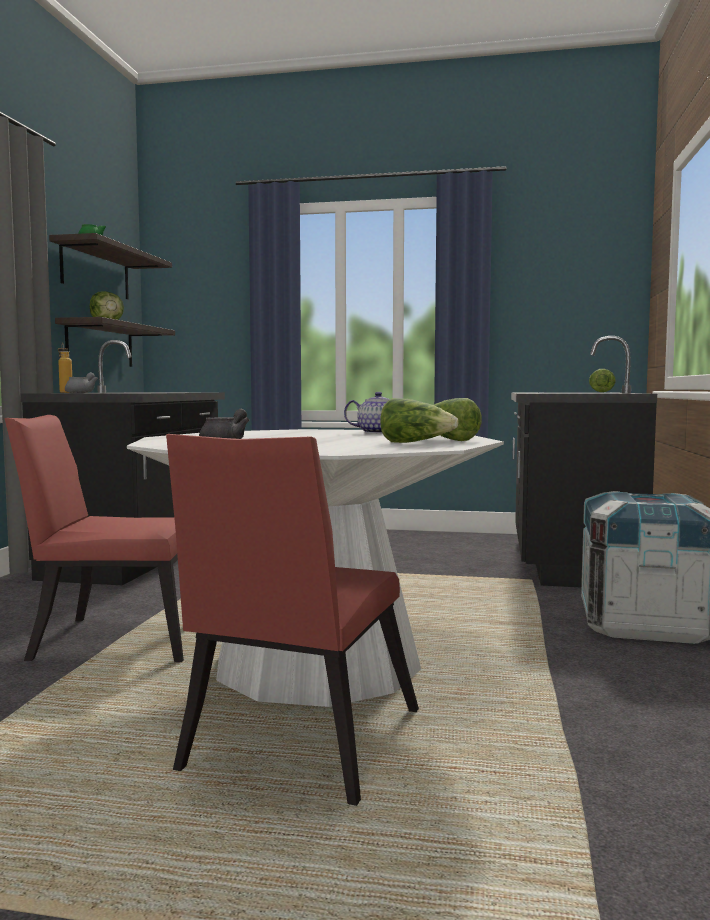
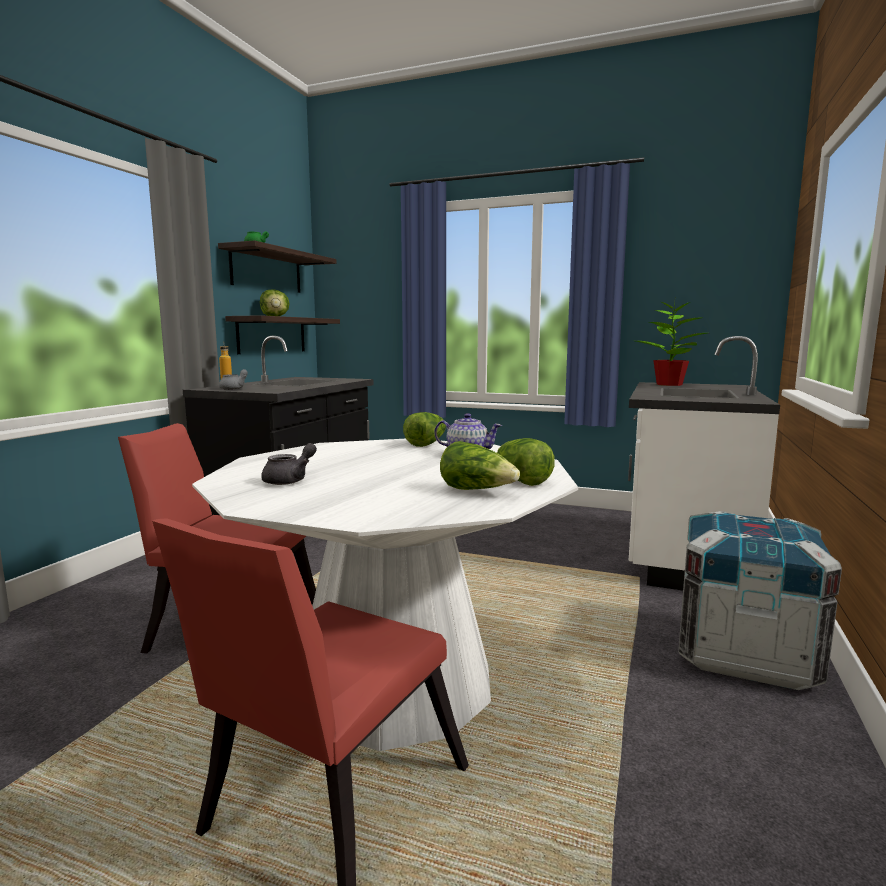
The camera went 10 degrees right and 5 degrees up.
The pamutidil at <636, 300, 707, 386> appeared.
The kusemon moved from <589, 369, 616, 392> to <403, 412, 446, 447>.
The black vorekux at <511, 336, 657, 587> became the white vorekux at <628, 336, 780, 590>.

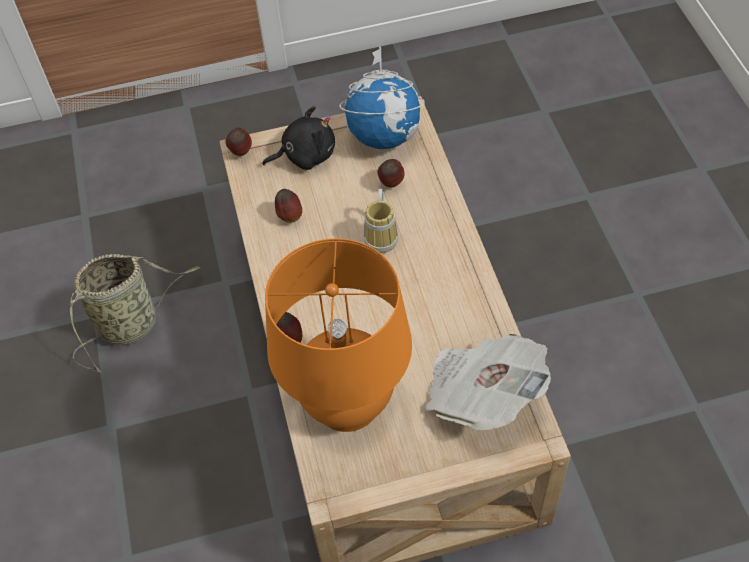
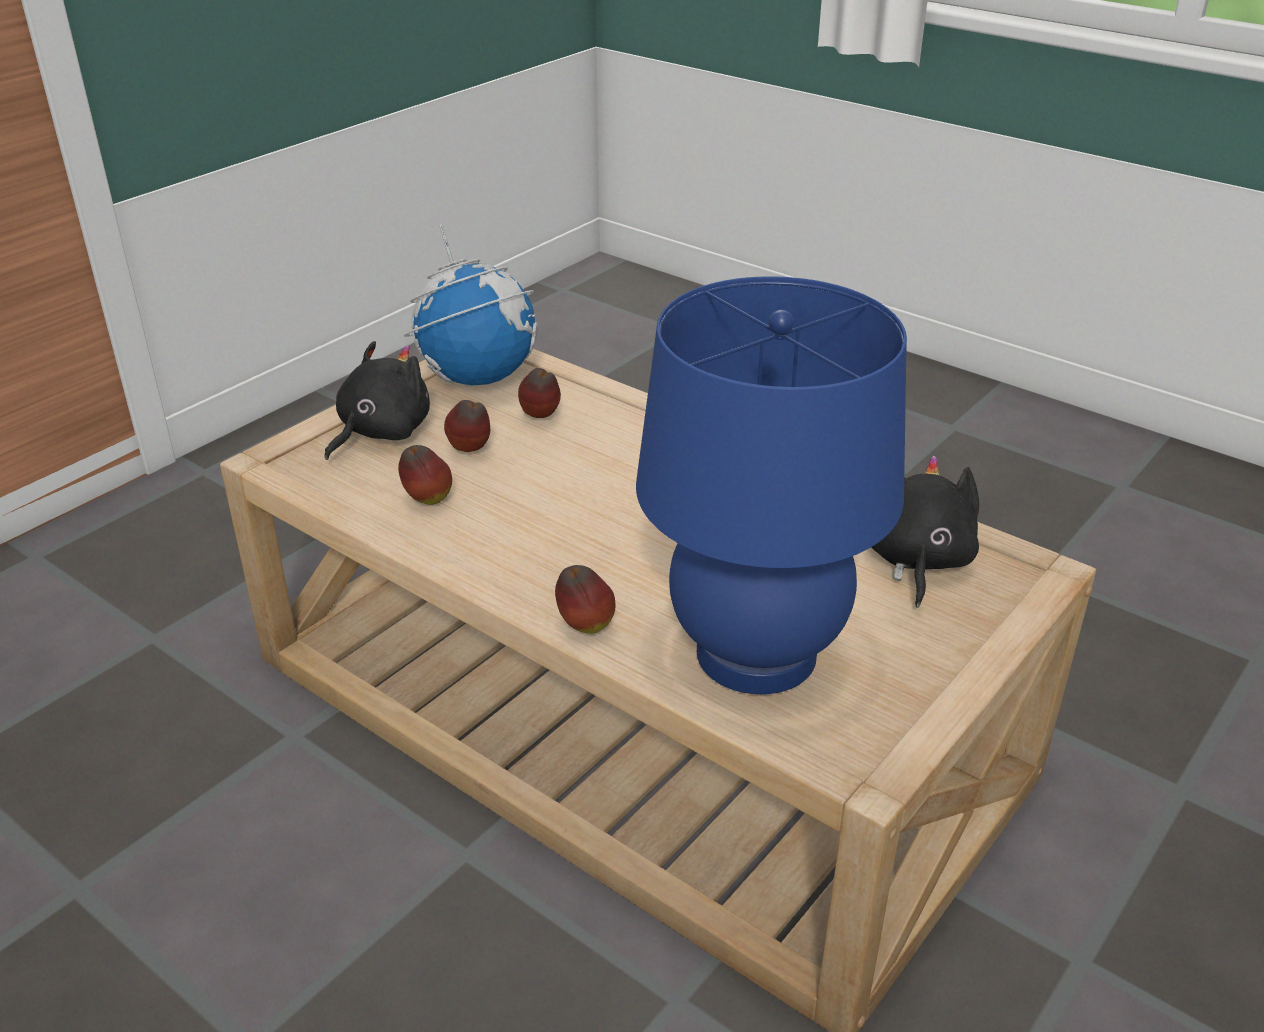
The camera went 40 degrees left and 20 degrees down.
The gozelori at <70, 254, 201, 372> disappeared.
The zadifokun at <364, 189, 398, 253> disappeared.
The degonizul moved from <226, 127, 252, 156> to <444, 400, 490, 452>.
The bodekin at <425, 334, 551, 430> was replaced by the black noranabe at <872, 456, 979, 608>.
The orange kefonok at <265, 238, 412, 432> became the blue kefonok at <636, 276, 907, 694>.

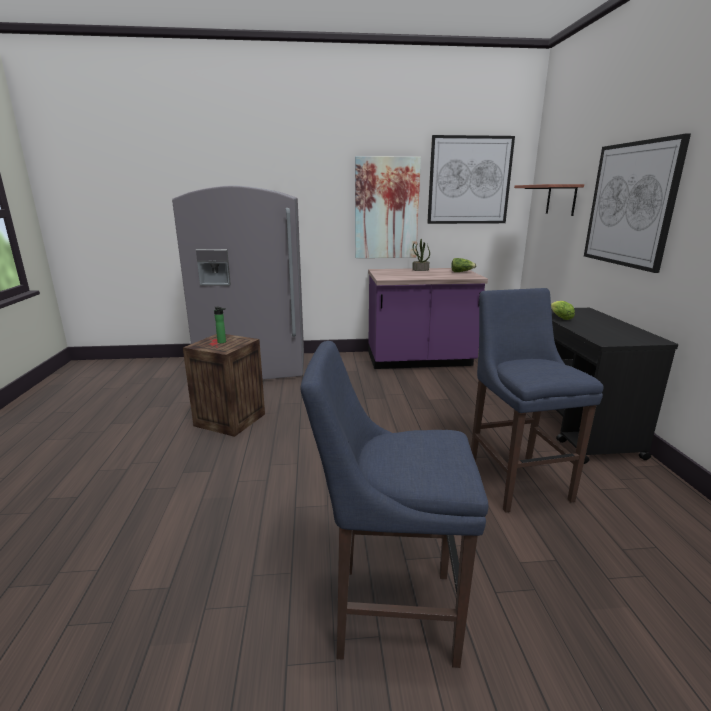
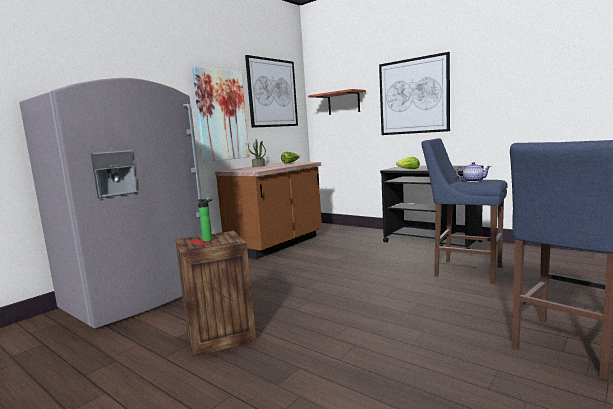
The camera went 45 degrees left and 10 degrees down.
The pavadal at <456, 162, 491, 182> appeared.
The purple vorekux at <368, 268, 488, 369> became the brown vorekux at <215, 162, 322, 259>.

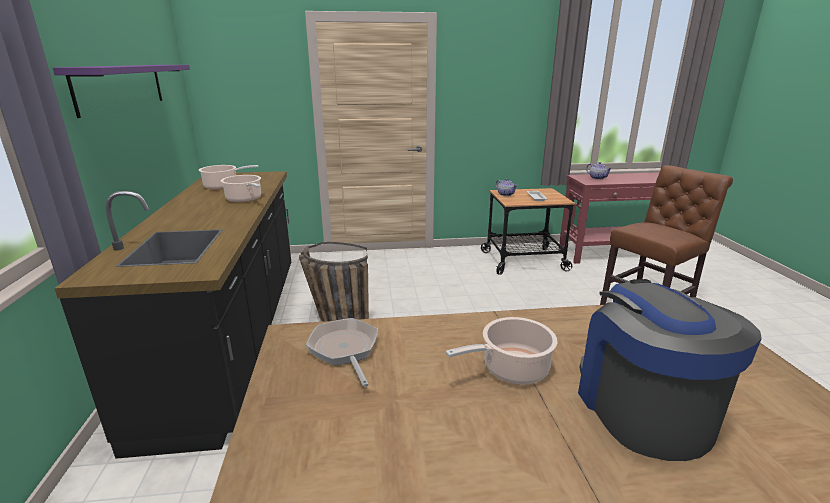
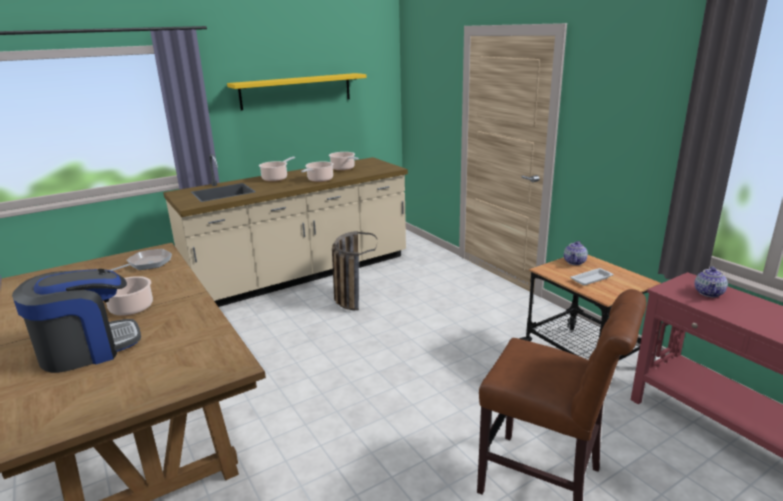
The camera went 65 degrees right and 0 degrees up.
The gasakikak at <259, 157, 295, 182> appeared.
The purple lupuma at <53, 65, 190, 118> became the yellow lupuma at <227, 73, 367, 110>.
The black vorekux at <54, 171, 291, 459> became the beige vorekux at <163, 154, 408, 307>.

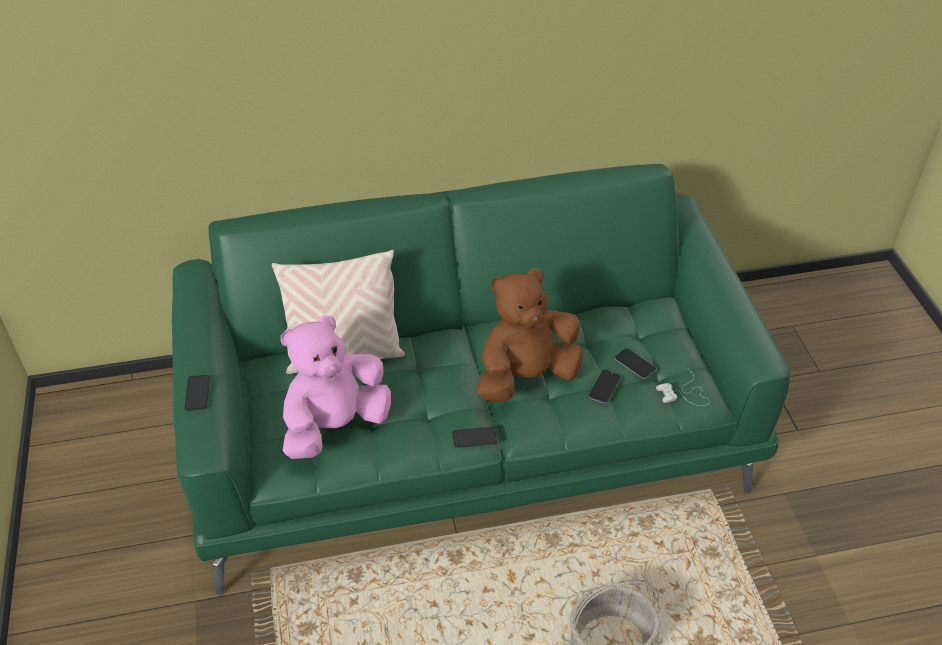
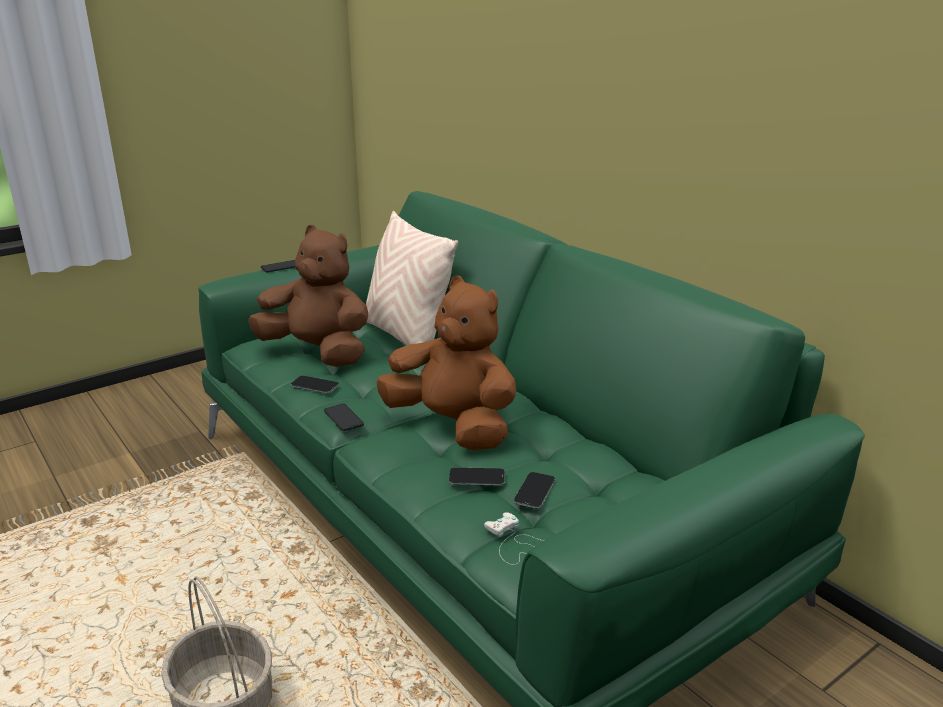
The camera went 65 degrees right and 20 degrees down.
The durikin at <291, 376, 339, 393> appeared.
The pink noranabe at <280, 315, 391, 459> became the brown noranabe at <248, 225, 368, 367>.

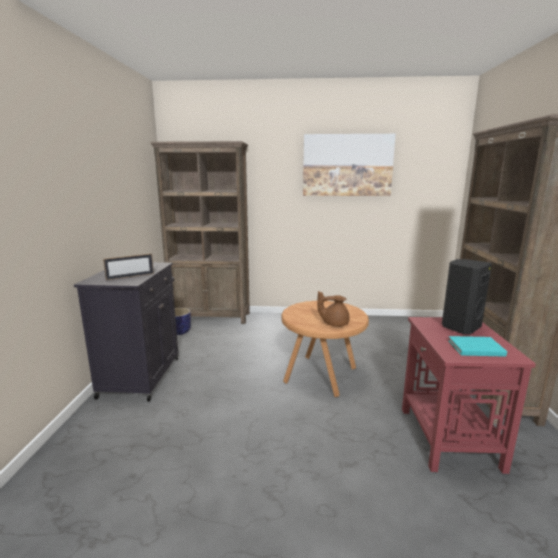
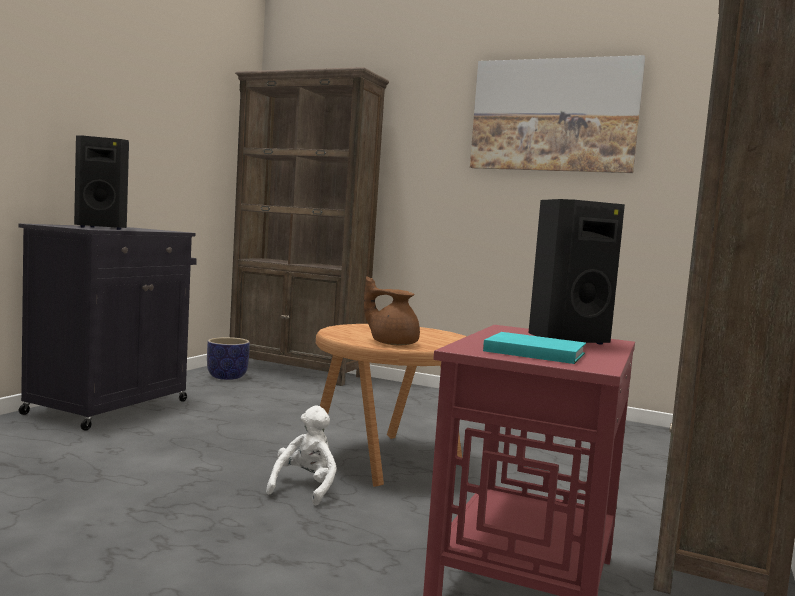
The camera went 20 degrees right and 10 degrees down.
The white noranabe at <266, 405, 337, 505> appeared.
The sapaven at <103, 254, 154, 280> was replaced by the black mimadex at <74, 135, 129, 230>.

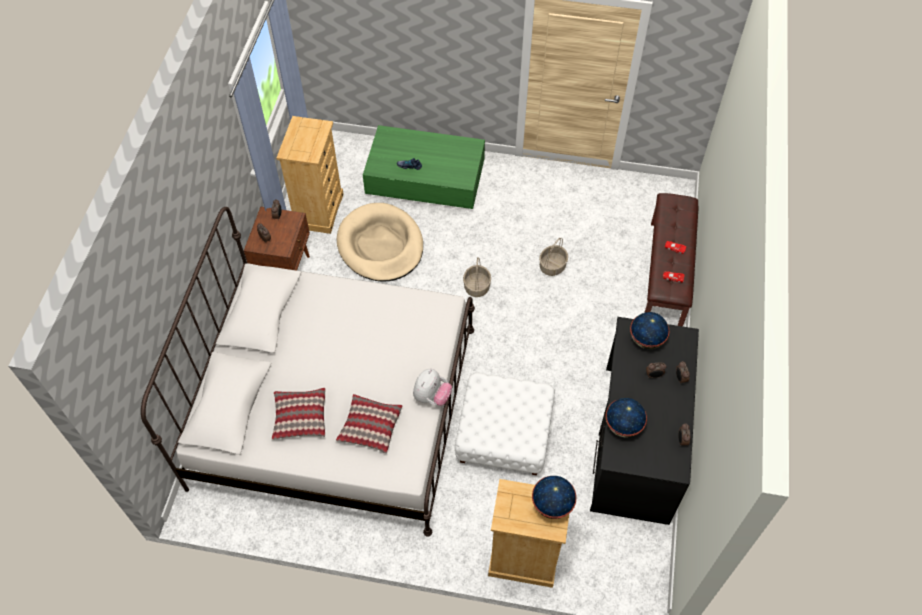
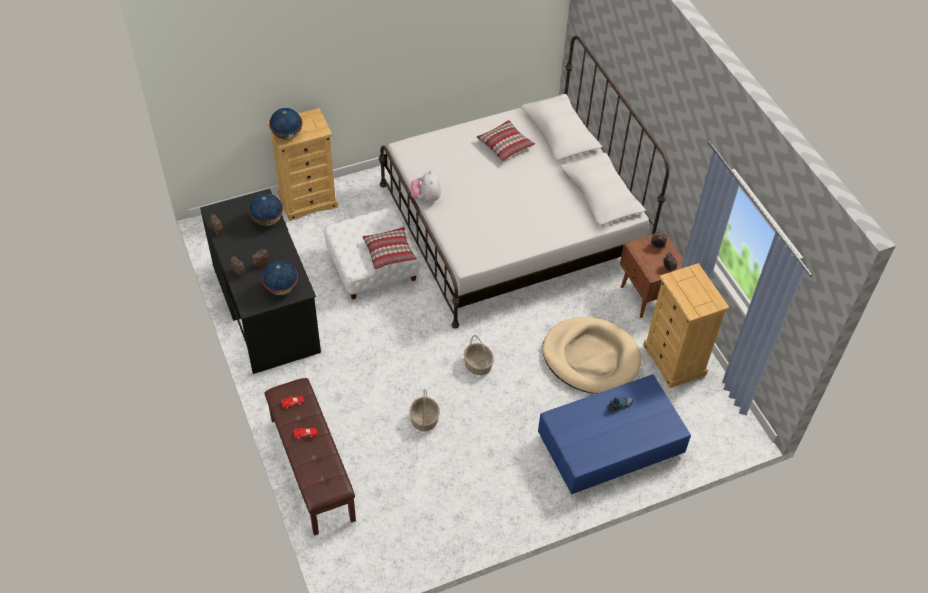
The camera went 145 degrees right and 5 degrees down.
The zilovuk moved from <336, 394, 402, 454> to <363, 227, 417, 270>.
The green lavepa at <363, 125, 485, 209> became the blue lavepa at <538, 374, 691, 494>.

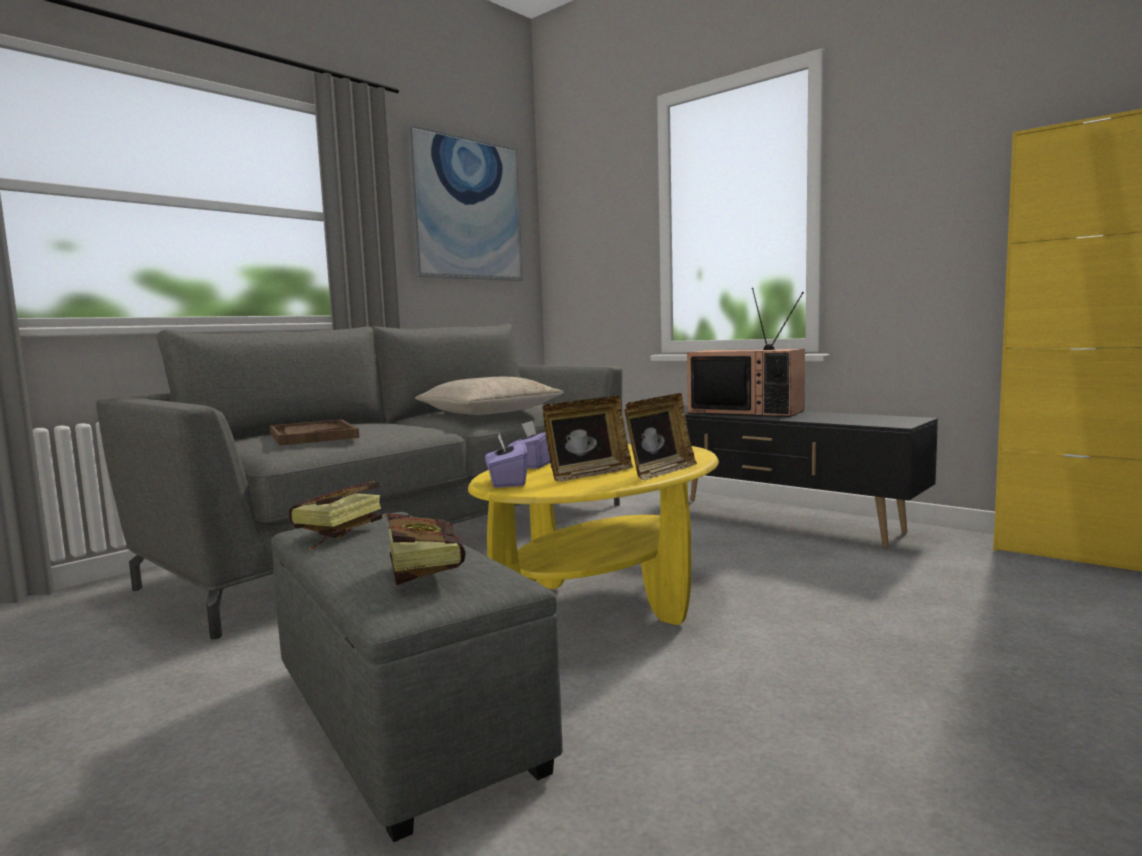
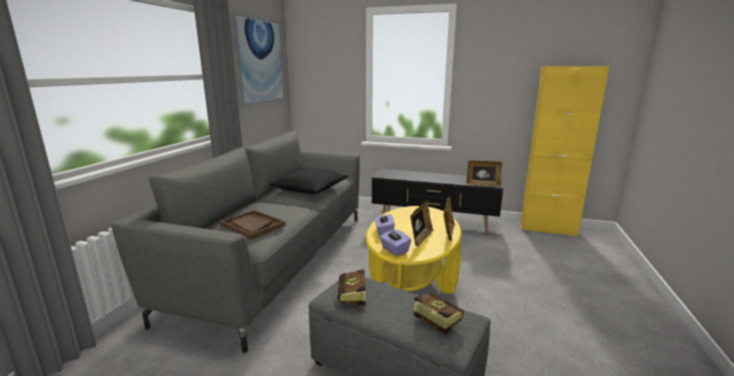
The camera went 25 degrees left and 10 degrees up.
The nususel at <687, 288, 805, 417> disappeared.
The sapaven at <467, 160, 502, 187> appeared.
The beige zilovuk at <415, 377, 564, 415> became the black zilovuk at <269, 168, 348, 194>.

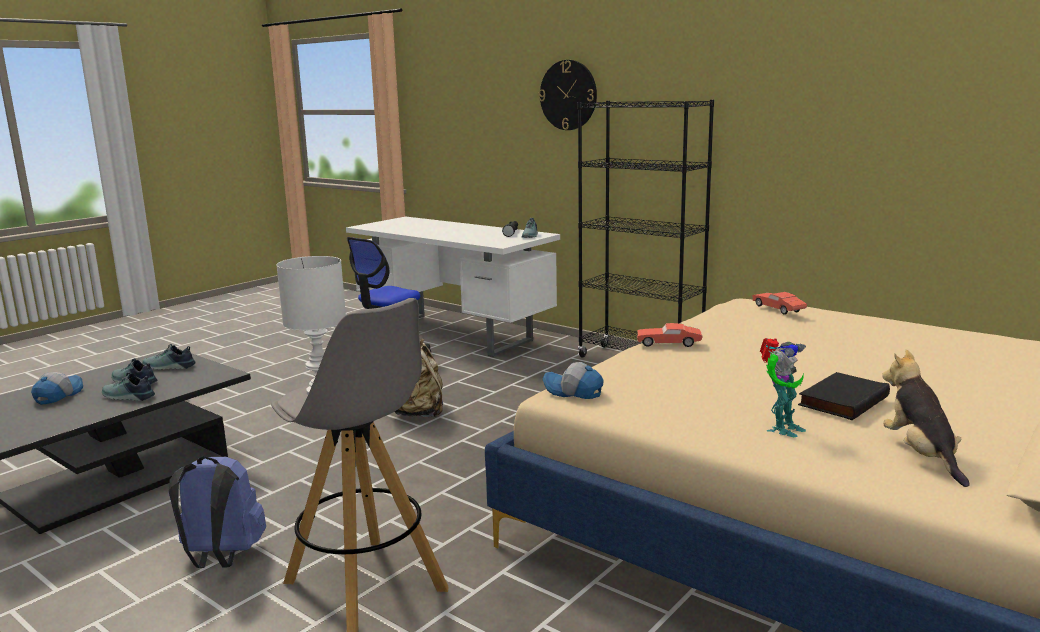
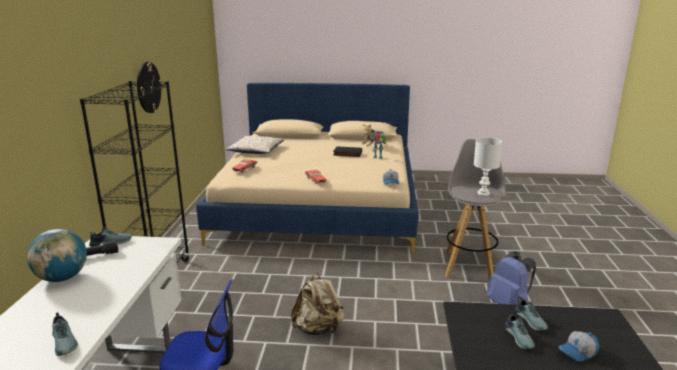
The camera went 125 degrees left and 5 degrees up.
The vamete at <27, 229, 87, 282> appeared.
The zilovuk at <225, 135, 284, 154> appeared.
The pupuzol moved from <142, 344, 196, 370> to <52, 312, 78, 356>.
The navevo moved from <539, 60, 597, 130> to <137, 62, 162, 113>.

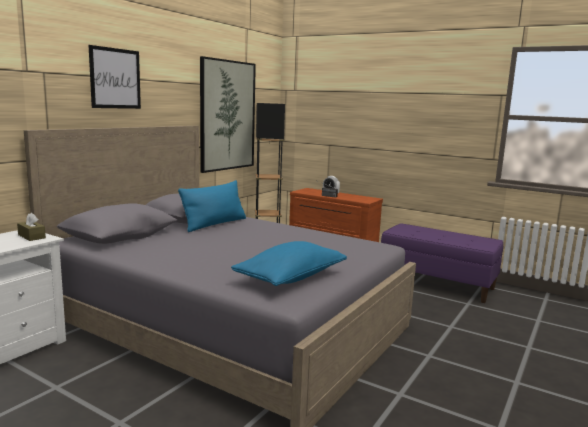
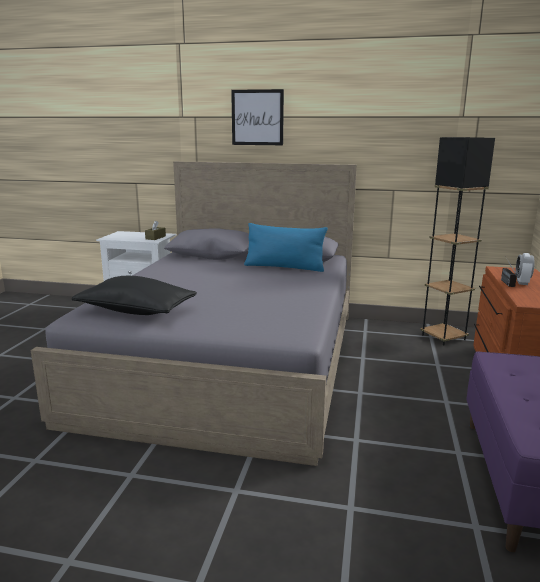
The camera went 70 degrees right and 5 degrees up.
The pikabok at <200, 56, 256, 173> disappeared.
The blue zilovuk at <231, 241, 347, 286> became the black zilovuk at <72, 276, 197, 315>.

